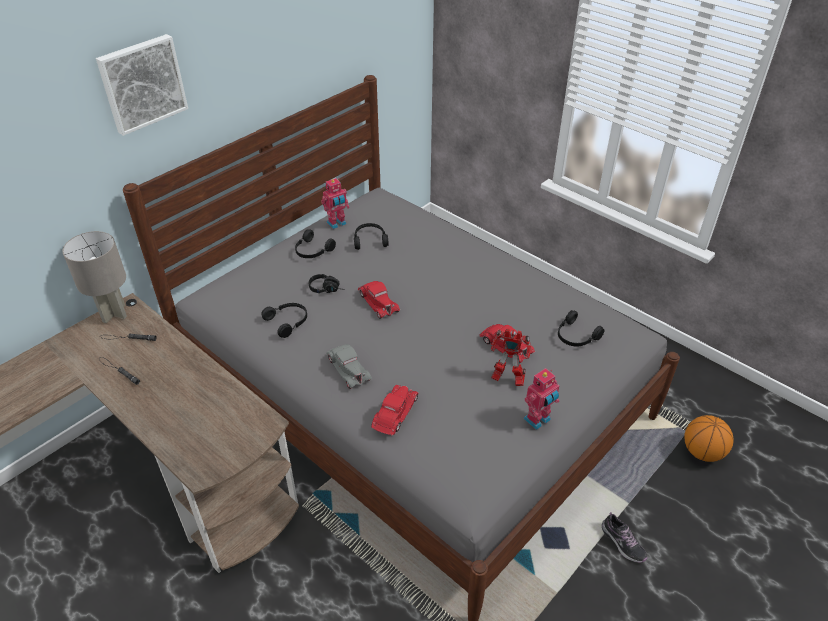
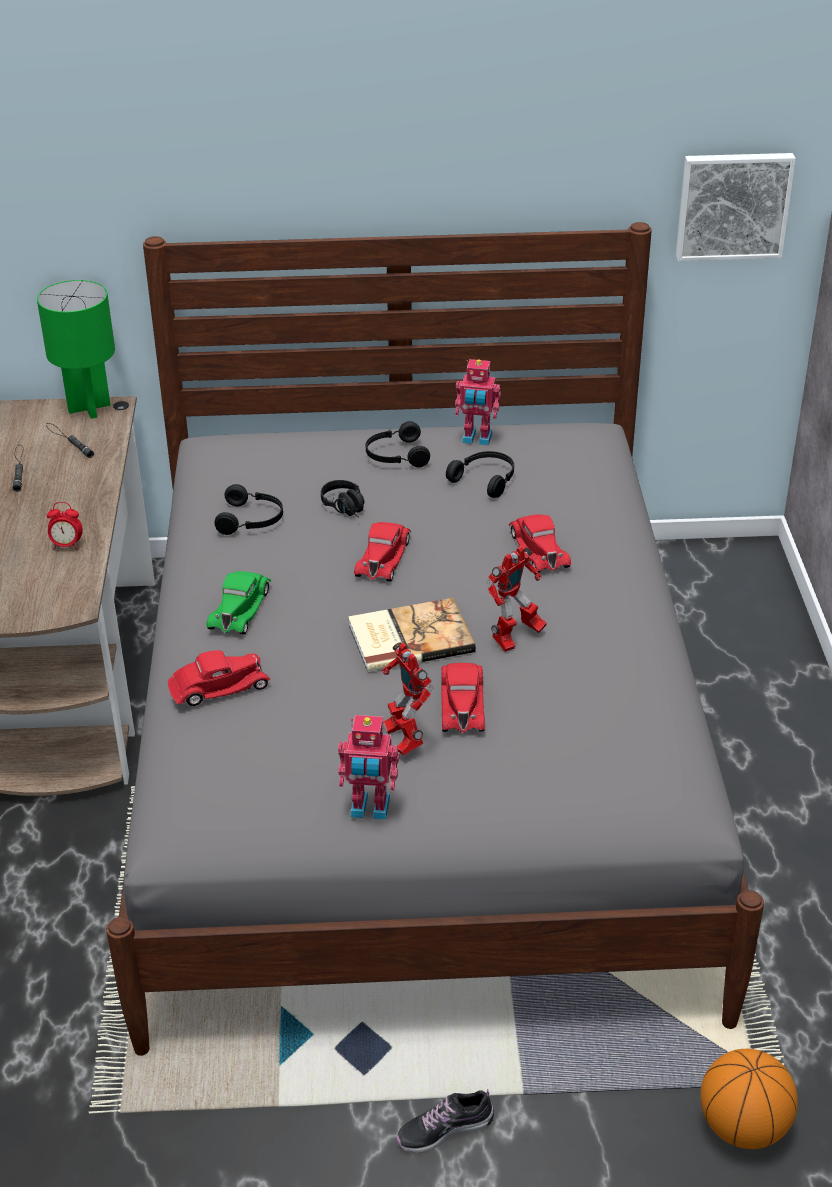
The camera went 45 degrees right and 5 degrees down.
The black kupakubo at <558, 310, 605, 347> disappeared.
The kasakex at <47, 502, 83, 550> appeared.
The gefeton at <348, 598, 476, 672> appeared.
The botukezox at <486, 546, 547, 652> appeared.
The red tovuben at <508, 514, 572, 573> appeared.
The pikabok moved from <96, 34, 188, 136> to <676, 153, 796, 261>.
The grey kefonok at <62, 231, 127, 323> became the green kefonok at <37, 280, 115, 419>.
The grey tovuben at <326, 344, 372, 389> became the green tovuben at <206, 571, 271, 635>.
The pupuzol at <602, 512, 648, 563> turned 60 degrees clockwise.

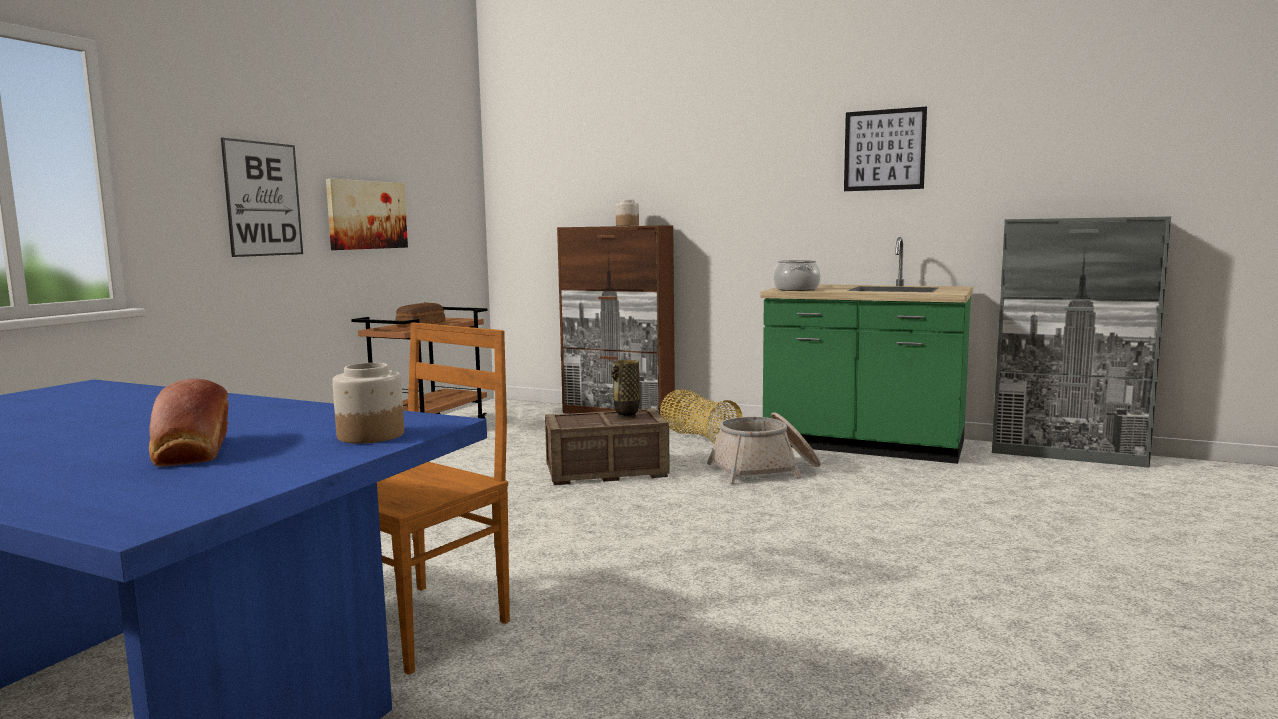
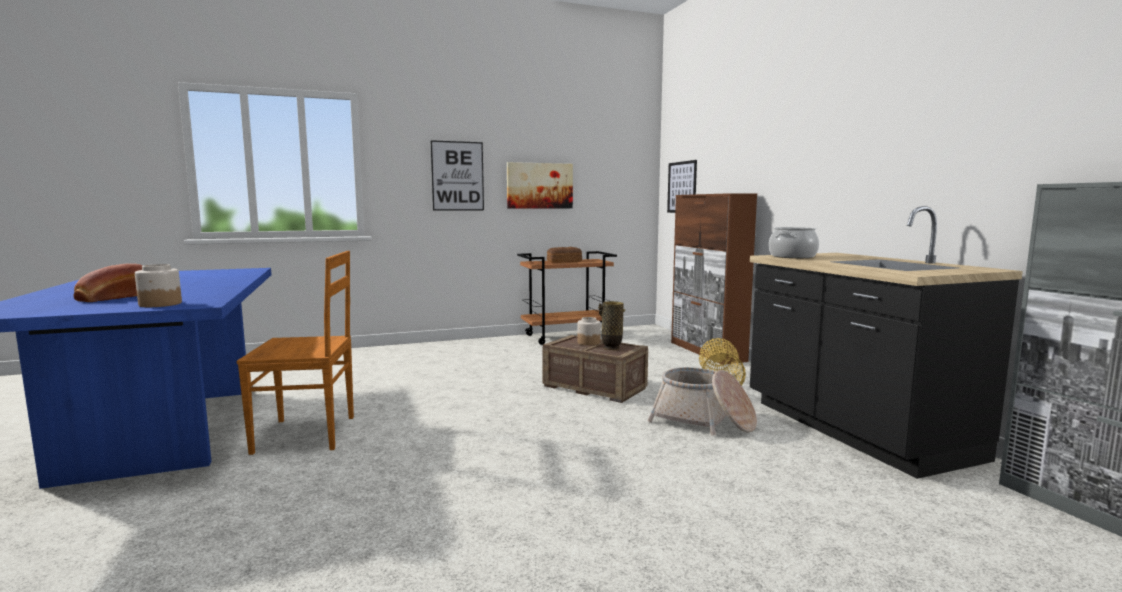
The camera went 45 degrees right and 0 degrees up.
The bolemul moved from <616, 200, 639, 226> to <577, 317, 601, 345>.
The pikabok moved from <844, 107, 927, 191> to <667, 160, 697, 213>.
The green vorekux at <760, 237, 973, 464> became the black vorekux at <750, 206, 1023, 479>.

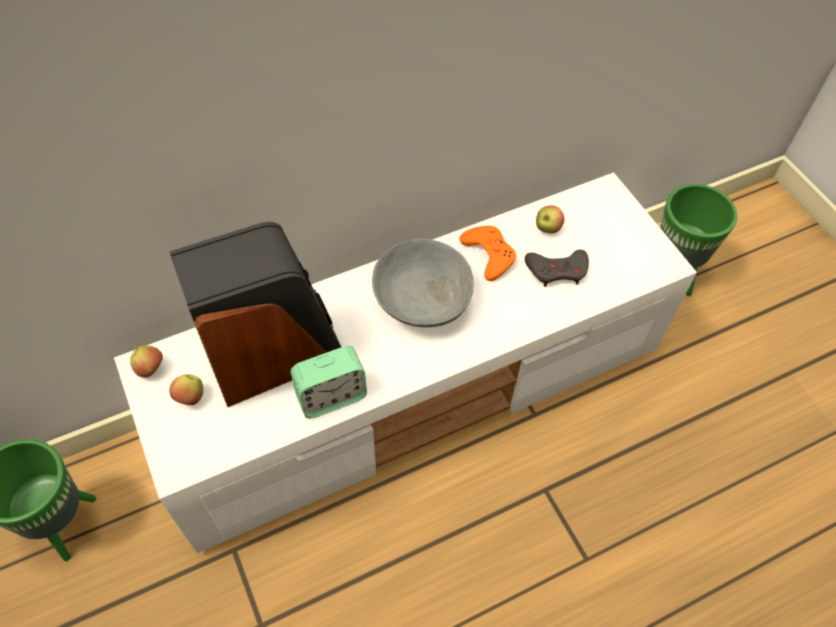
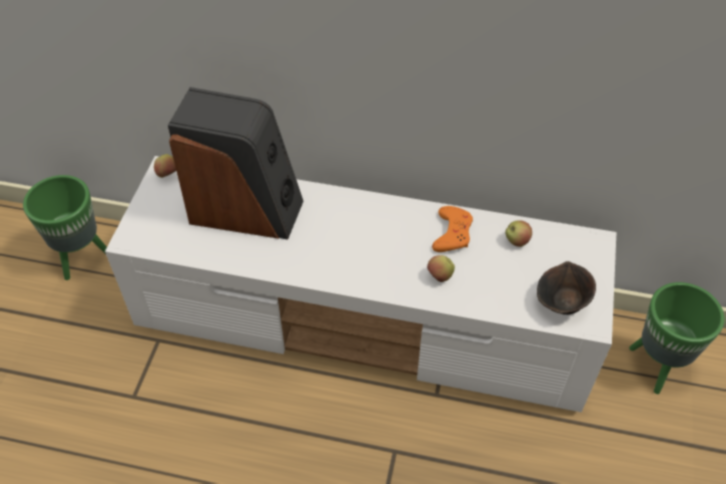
The camera went 40 degrees right and 5 degrees down.
The kasakex at <290, 346, 367, 418> disappeared.
The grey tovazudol at <372, 239, 474, 327> disappeared.
The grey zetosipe at <525, 249, 589, 287> disappeared.
The brown tovazudol at <537, 261, 596, 315> appeared.
The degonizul moved from <169, 374, 203, 405> to <427, 255, 455, 282>.

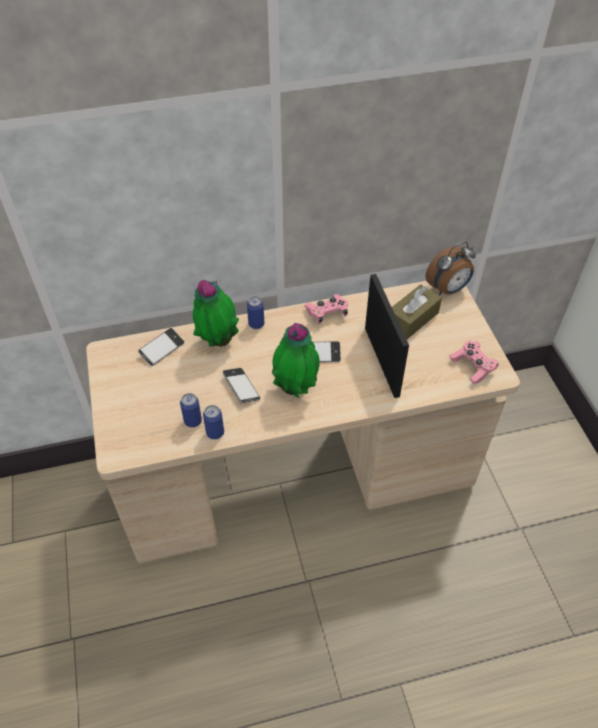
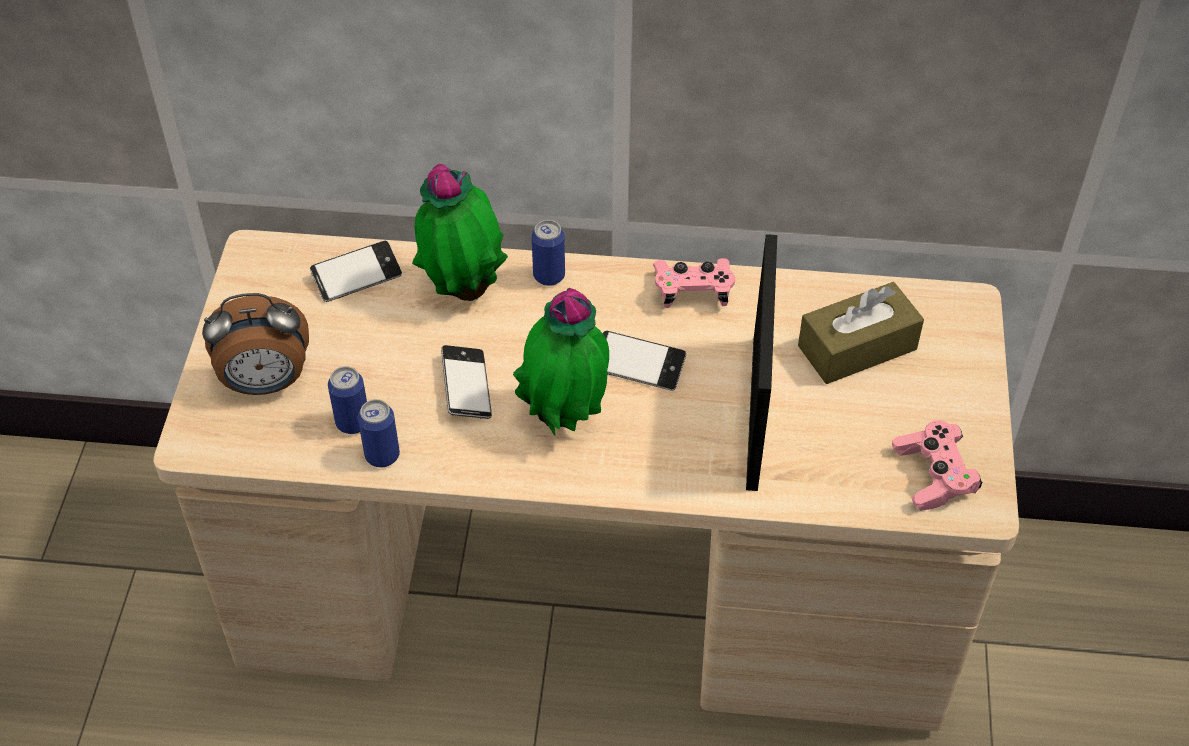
The camera went 20 degrees right and 0 degrees up.
The kasakex moved from <426, 242, 476, 295> to <202, 293, 309, 395>.

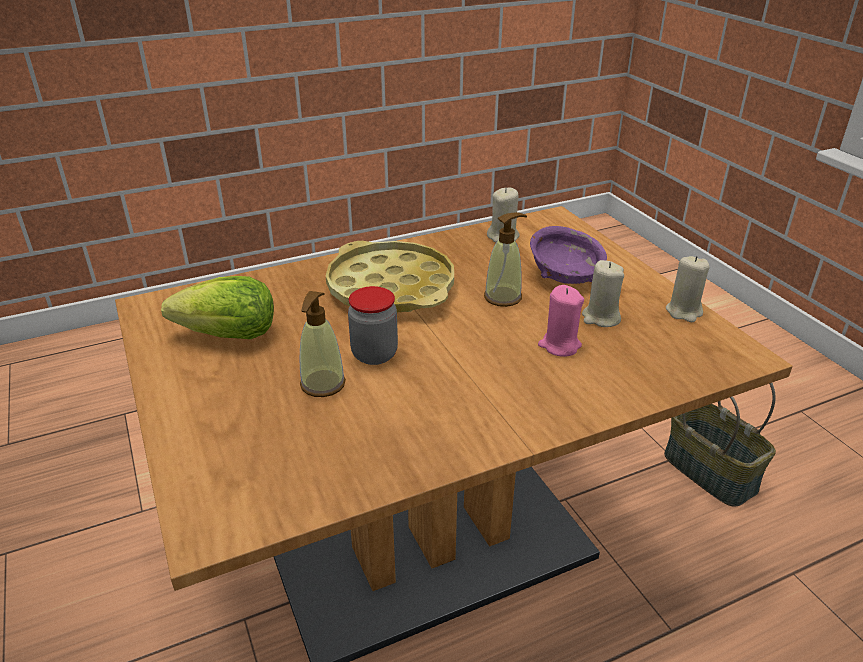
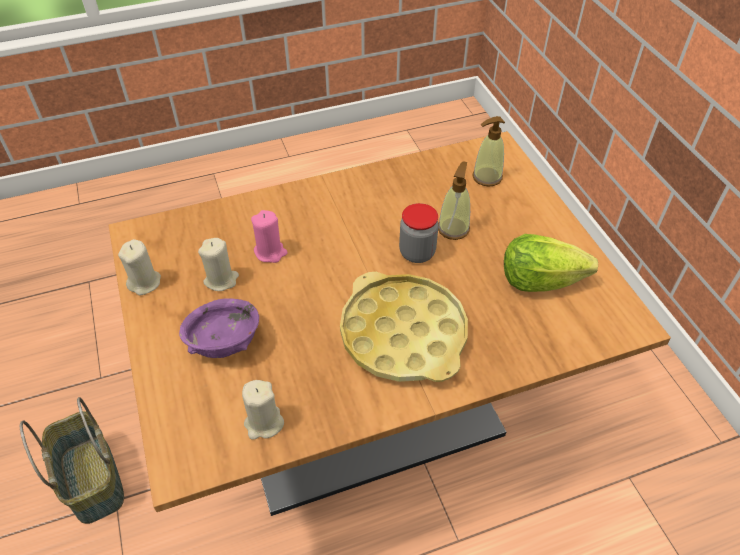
The camera went 175 degrees left and 15 degrees up.
The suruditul moved from <484, 212, 527, 307> to <472, 116, 505, 187>.

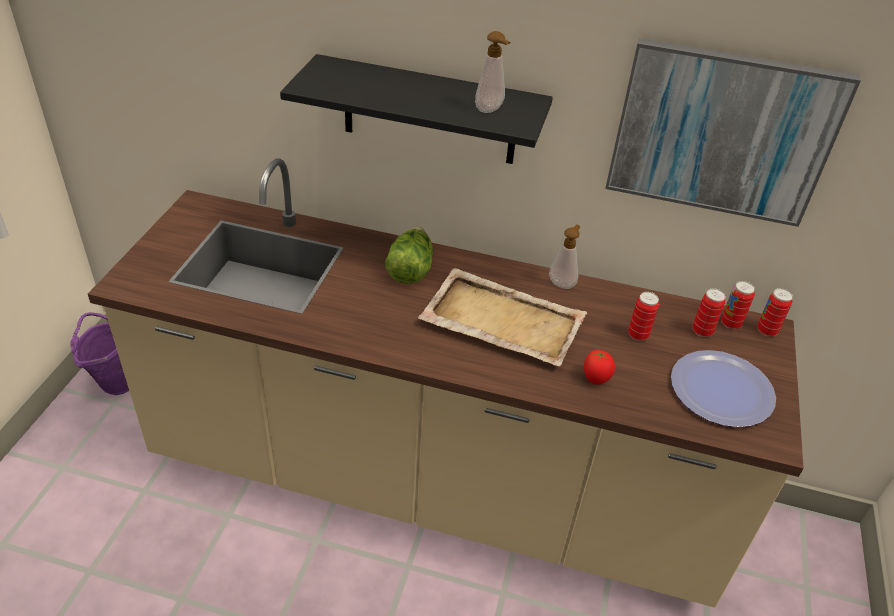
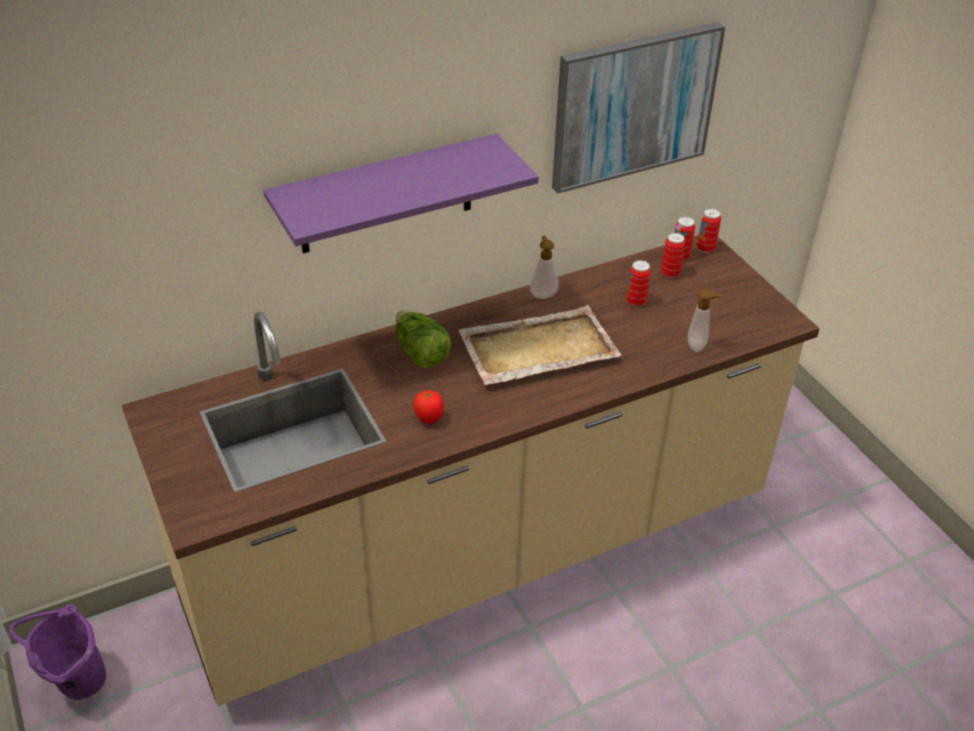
The camera went 40 degrees left and 0 degrees up.
The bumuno at <671, 350, 776, 427> disappeared.
The suruditul moved from <475, 31, 511, 113> to <687, 289, 722, 352>.
The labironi moved from <584, 349, 615, 385> to <413, 389, 444, 424>.
The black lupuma at <280, 54, 553, 164> became the purple lupuma at <263, 134, 539, 253>.

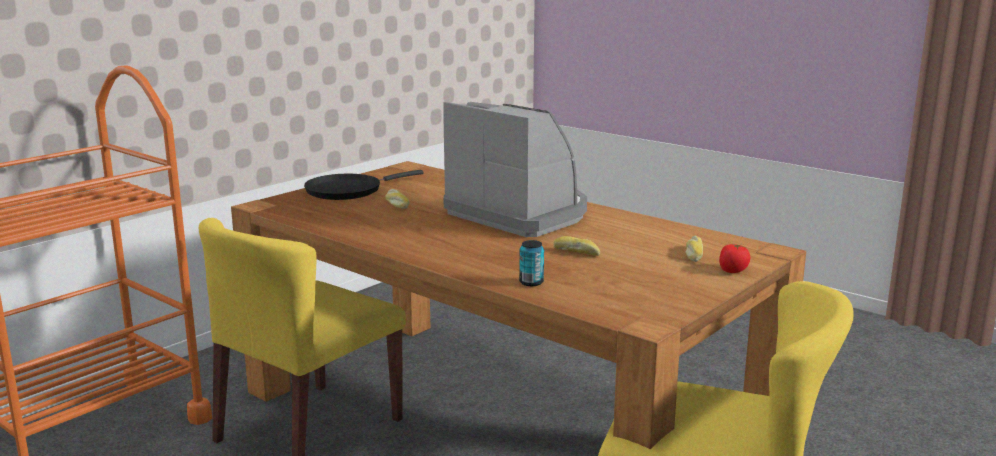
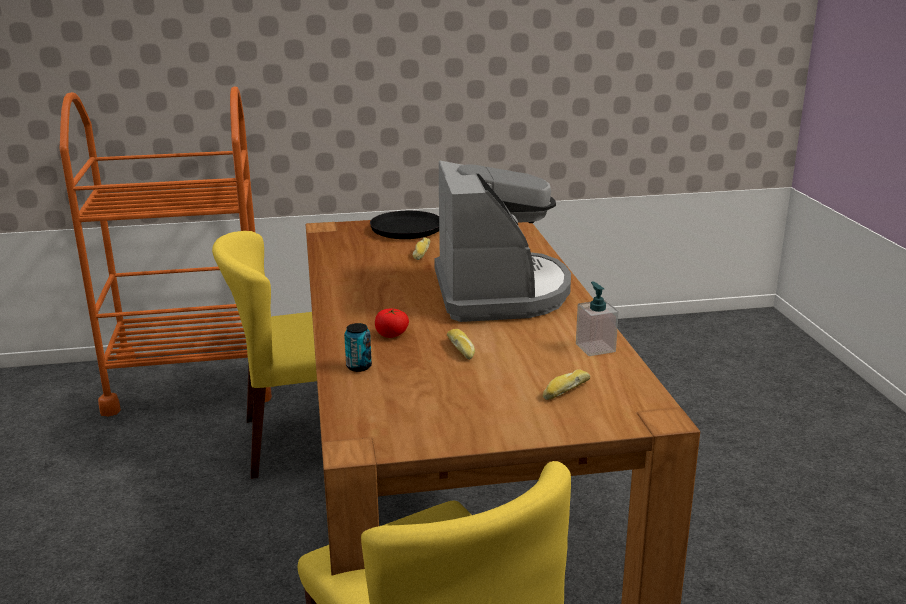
The camera went 40 degrees right and 5 degrees up.
The suruditul at <576, 281, 619, 356> appeared.
The labironi moved from <719, 244, 750, 273> to <375, 309, 409, 338>.

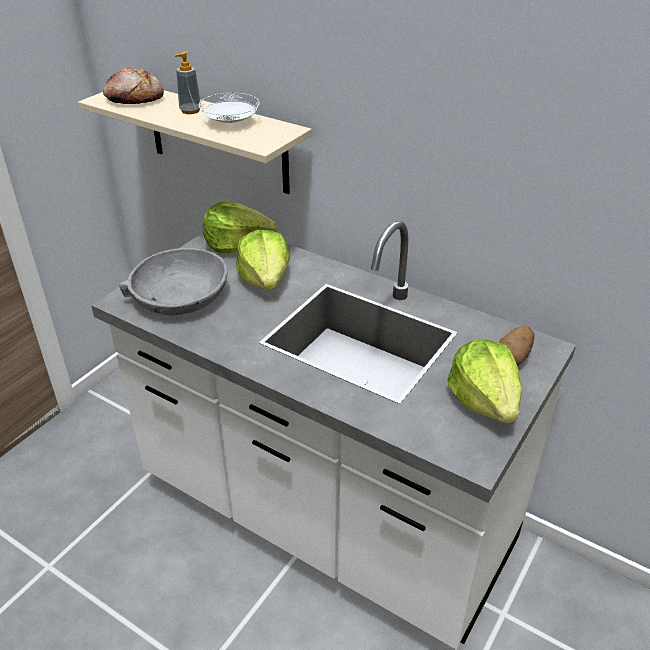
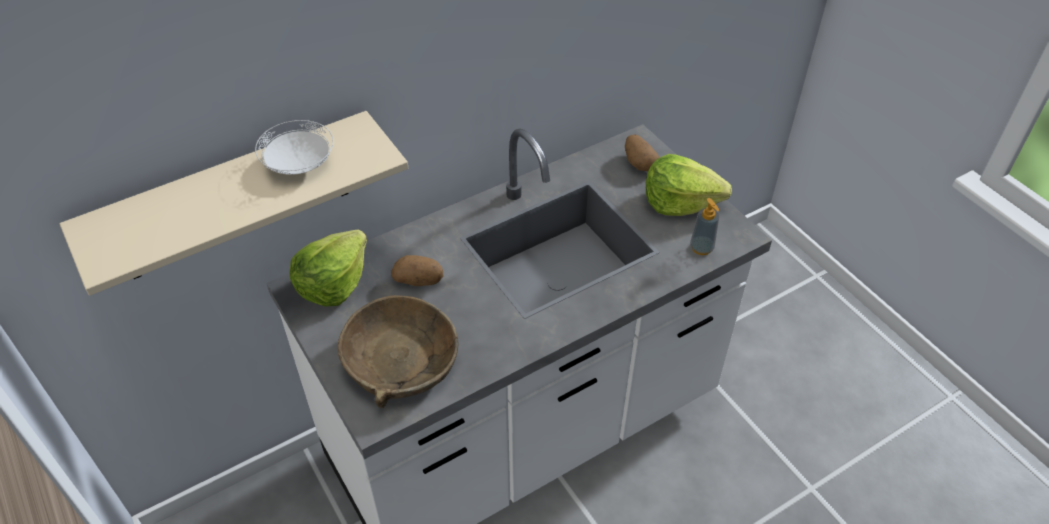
The camera went 65 degrees left and 10 degrees up.
The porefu at <103, 68, 164, 104> disappeared.
The suruditul moved from <174, 51, 201, 114> to <690, 198, 719, 255>.
The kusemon at <236, 230, 290, 289> was replaced by the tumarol at <391, 255, 443, 286>.
The grey tovazudol at <119, 248, 228, 315> became the brown tovazudol at <338, 295, 458, 408>.

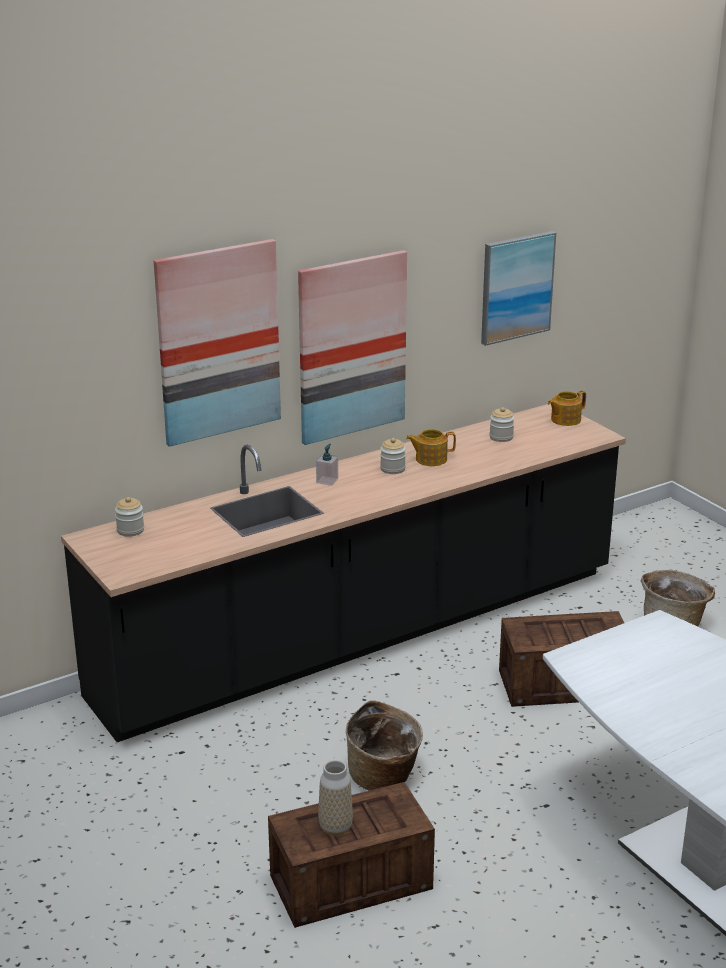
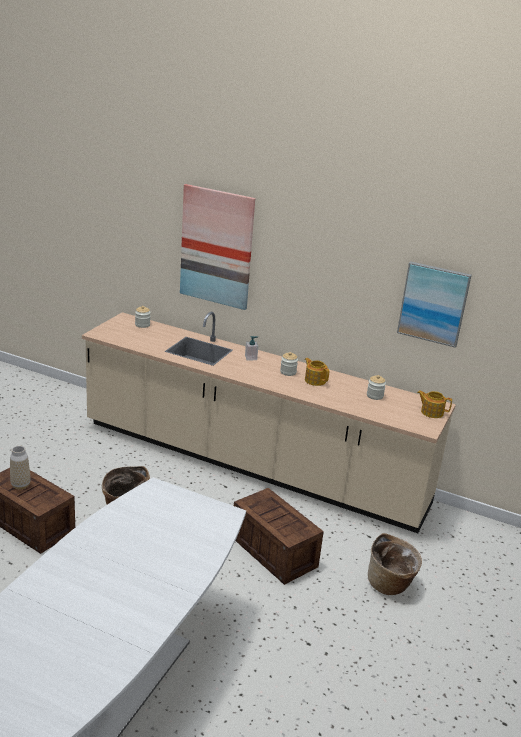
The camera went 55 degrees right and 0 degrees up.
The pikabok at <298, 250, 407, 445> disappeared.
The black vorekux at <61, 404, 626, 742> became the beige vorekux at <82, 311, 456, 533>.

